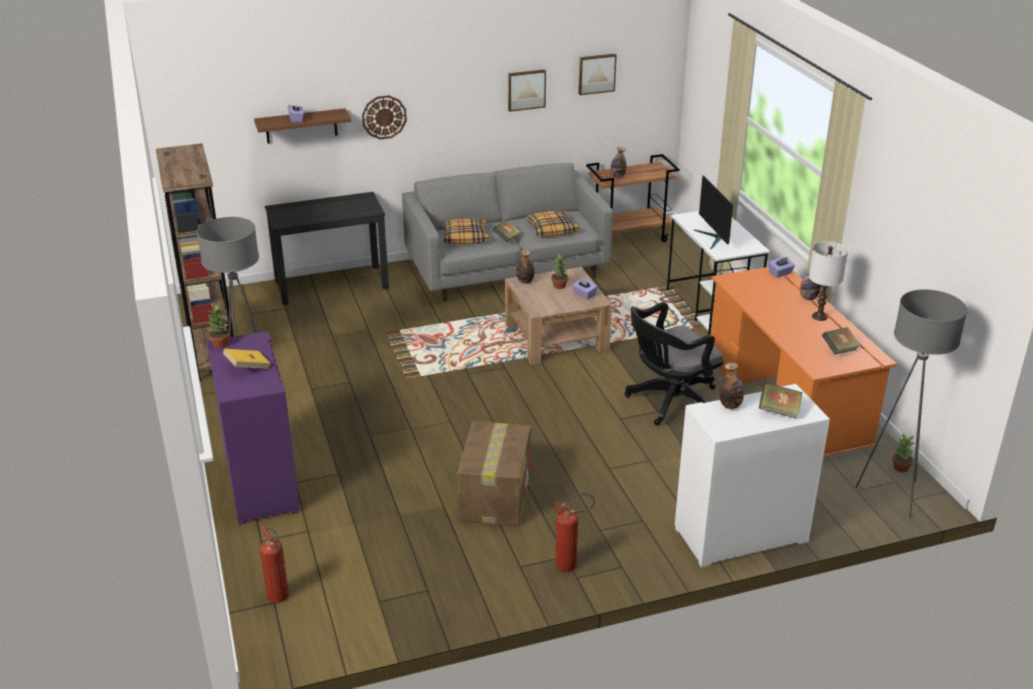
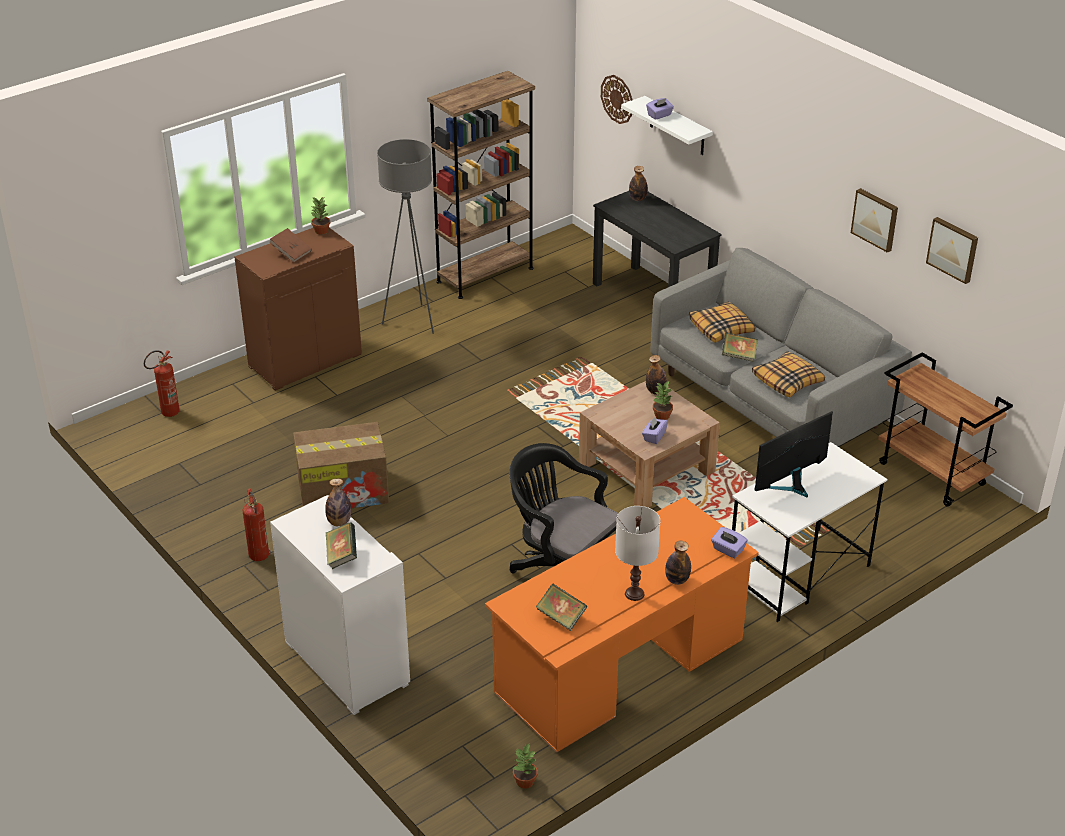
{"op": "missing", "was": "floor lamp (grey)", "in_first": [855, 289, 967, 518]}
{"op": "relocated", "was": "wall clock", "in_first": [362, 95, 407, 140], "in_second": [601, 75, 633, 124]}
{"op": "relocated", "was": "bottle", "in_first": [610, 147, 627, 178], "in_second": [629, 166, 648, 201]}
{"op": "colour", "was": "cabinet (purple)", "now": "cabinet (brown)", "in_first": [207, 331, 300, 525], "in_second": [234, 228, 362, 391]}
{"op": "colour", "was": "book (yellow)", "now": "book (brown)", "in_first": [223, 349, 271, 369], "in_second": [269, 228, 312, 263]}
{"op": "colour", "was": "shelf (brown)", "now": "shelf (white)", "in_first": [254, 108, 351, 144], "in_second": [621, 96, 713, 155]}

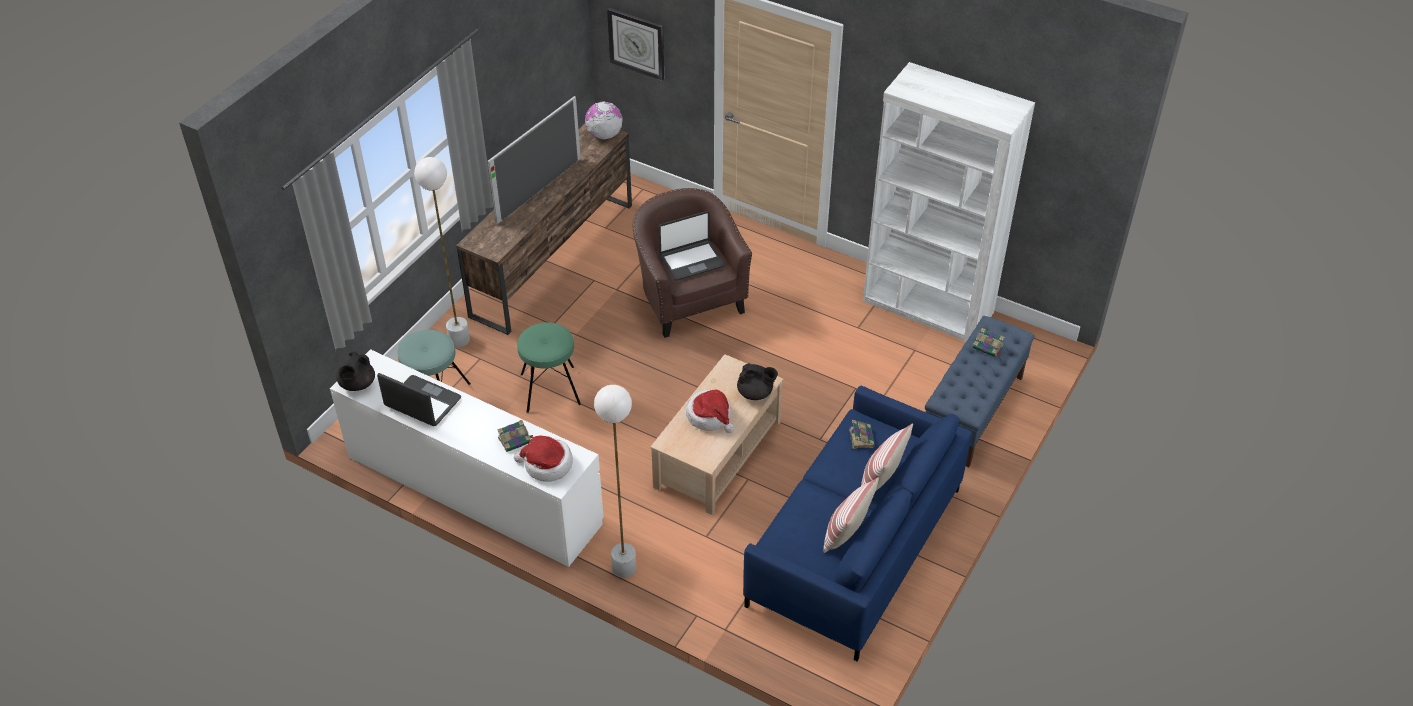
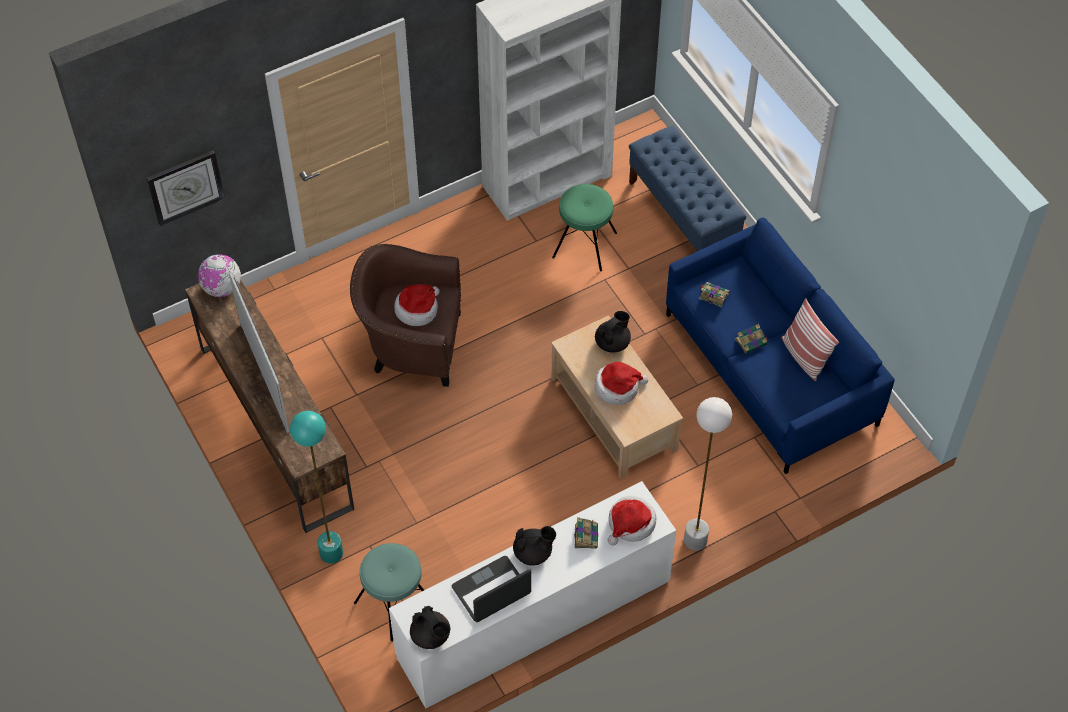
{"op": "missing", "was": "pillow", "in_first": [861, 423, 913, 490]}
{"op": "appeared", "now": "teapot (black)", "in_second": [513, 526, 556, 566]}
{"op": "relocated", "was": "stool (green)", "in_first": [517, 322, 581, 413], "in_second": [552, 184, 617, 271]}
{"op": "relocated", "was": "book", "in_first": [973, 328, 1004, 357], "in_second": [735, 324, 769, 354]}
{"op": "exchanged", "was": "laptop", "now": "hat", "in_first": [659, 211, 725, 281], "in_second": [394, 284, 439, 326]}
{"op": "colour", "was": "floor lamp (white)", "now": "floor lamp (turquoise)", "in_first": [414, 157, 470, 347], "in_second": [290, 411, 343, 564]}

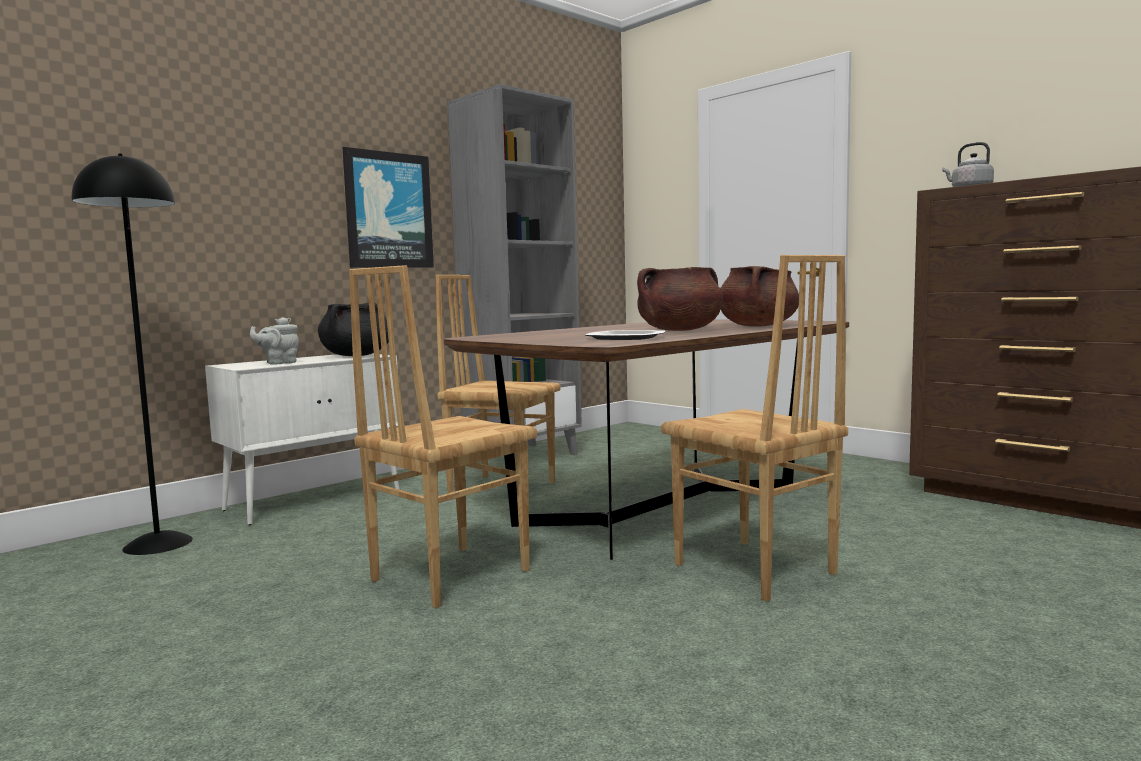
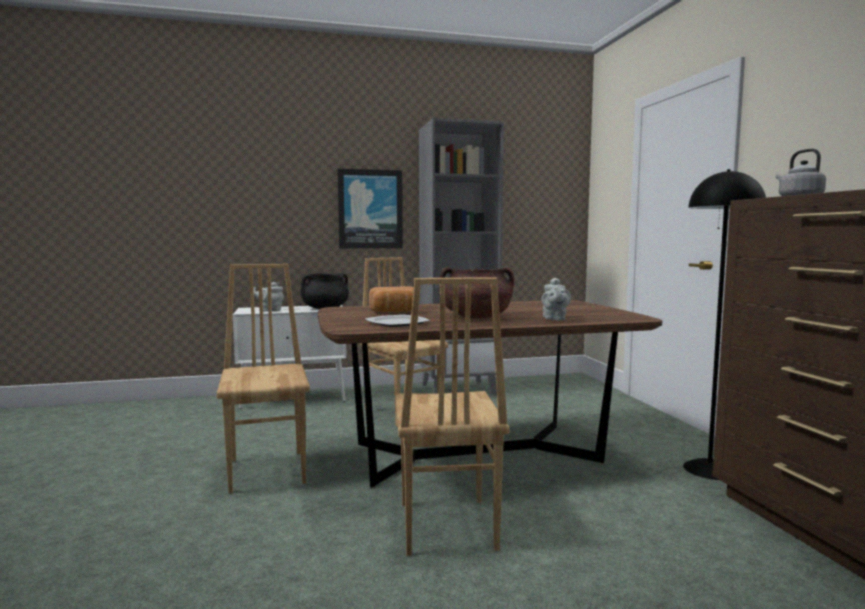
{"op": "appeared", "now": "bread", "in_second": [369, 286, 414, 312]}
{"op": "relocated", "was": "floor lamp (black)", "in_first": [72, 154, 193, 555], "in_second": [683, 169, 766, 480]}
{"op": "exchanged", "was": "cooking pot (brown)", "now": "teapot (grey)", "in_first": [720, 266, 799, 327], "in_second": [541, 278, 571, 321]}
{"op": "spun", "was": "chair (brown)", "in_first": [349, 265, 537, 608], "in_second": [217, 264, 310, 493], "clockwise": 90}

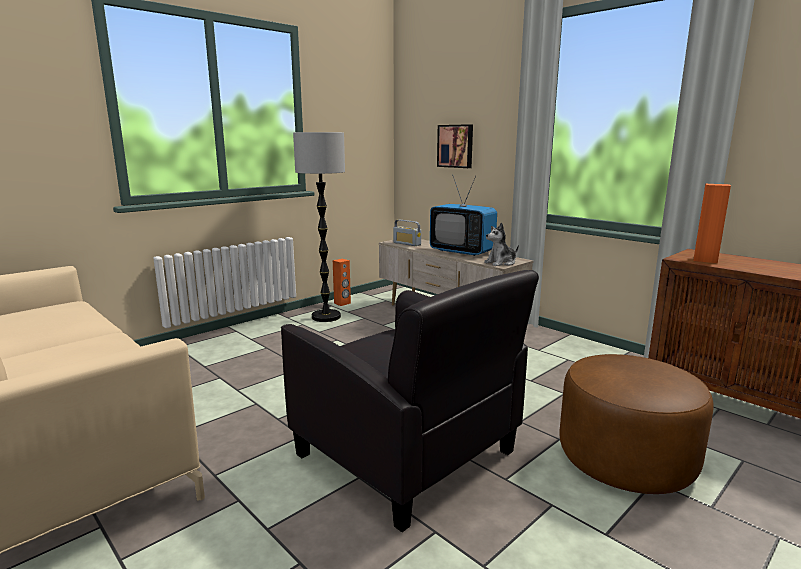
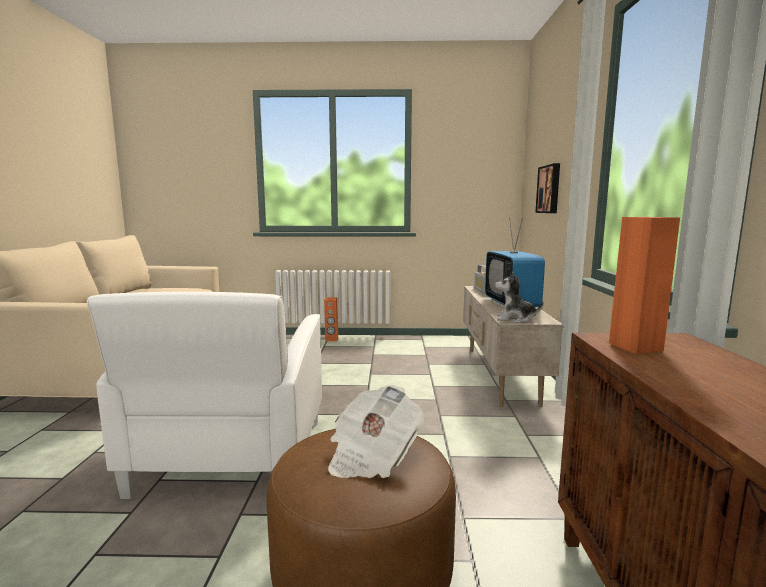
{"op": "missing", "was": "floor lamp", "in_first": [293, 132, 345, 322]}
{"op": "appeared", "now": "newspaper", "in_second": [328, 385, 424, 478]}
{"op": "relocated", "was": "speaker (orange)", "in_first": [333, 259, 351, 306], "in_second": [324, 298, 338, 341]}
{"op": "colour", "was": "armchair (black)", "now": "armchair (white)", "in_first": [281, 270, 539, 532], "in_second": [87, 292, 322, 499]}

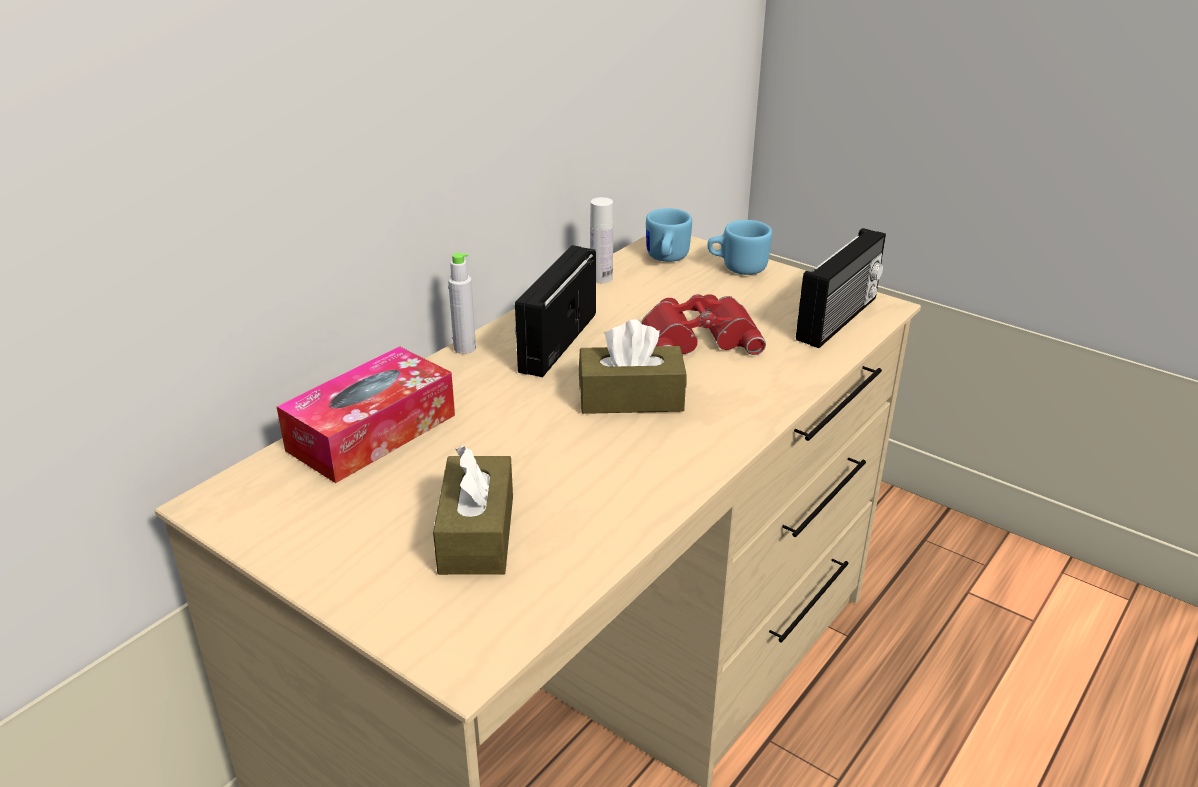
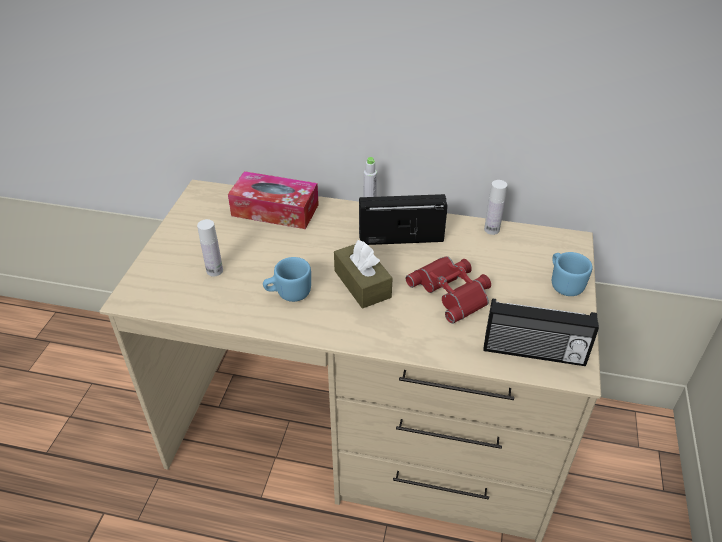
{"op": "relocated", "was": "mug (blue)", "in_first": [646, 208, 692, 262], "in_second": [263, 257, 311, 302]}
{"op": "exchanged", "was": "tissue box (brown)", "now": "bottle (white)", "in_first": [433, 446, 513, 575], "in_second": [197, 219, 223, 277]}

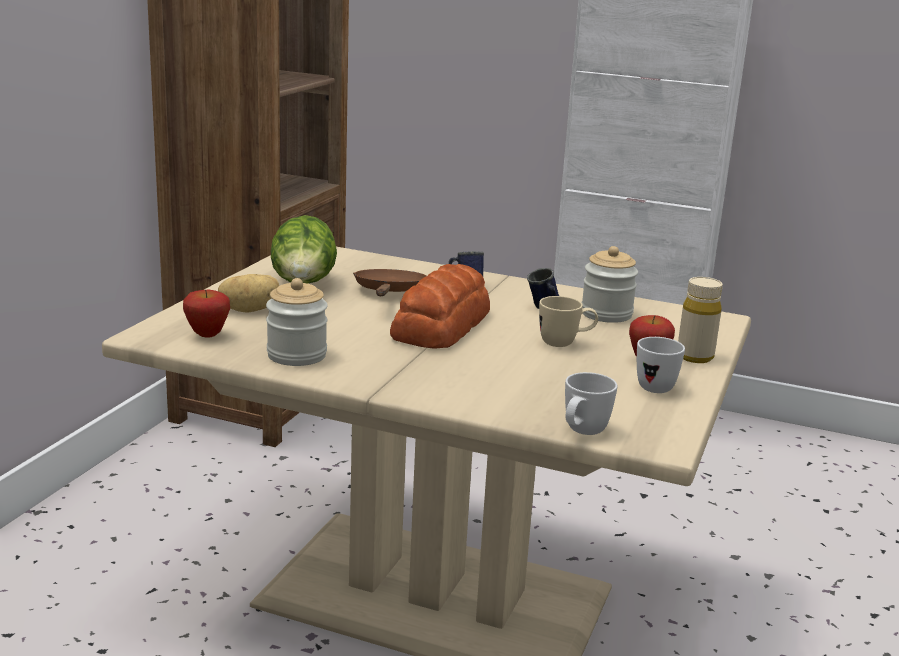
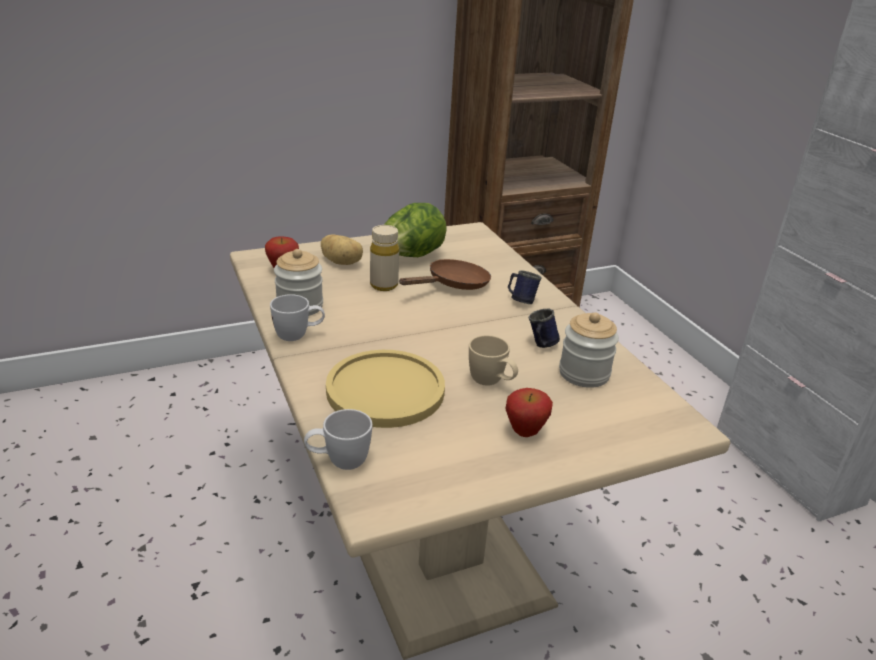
{"op": "missing", "was": "bread", "in_first": [390, 264, 490, 349]}
{"op": "appeared", "now": "plate (yellow)", "in_second": [326, 350, 445, 428]}
{"op": "relocated", "was": "mug (white)", "in_first": [637, 337, 685, 393], "in_second": [270, 294, 325, 341]}
{"op": "relocated", "was": "bottle (beige)", "in_first": [678, 277, 723, 363], "in_second": [370, 225, 399, 291]}

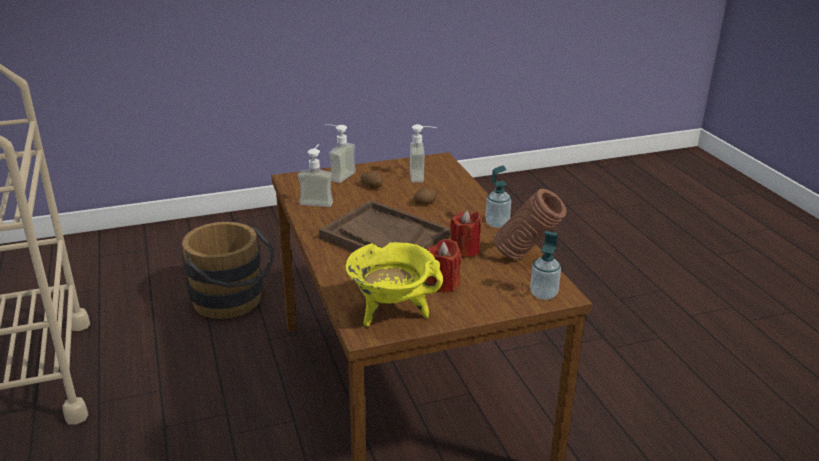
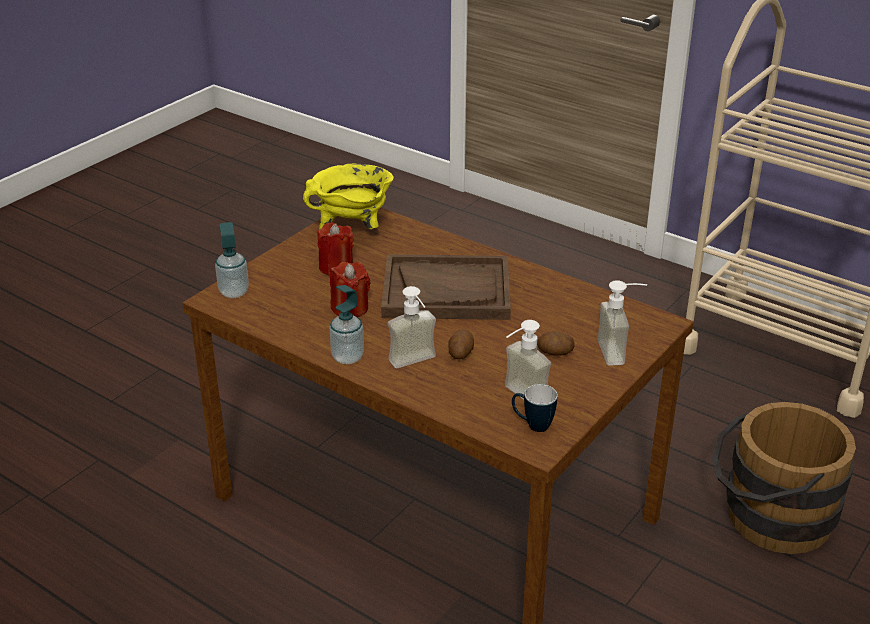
{"op": "missing", "was": "vase (brown)", "in_first": [494, 189, 567, 260]}
{"op": "appeared", "now": "mug", "in_second": [512, 384, 558, 432]}
{"op": "relocated", "was": "soap dispenser", "in_first": [298, 144, 333, 207], "in_second": [388, 286, 436, 368]}

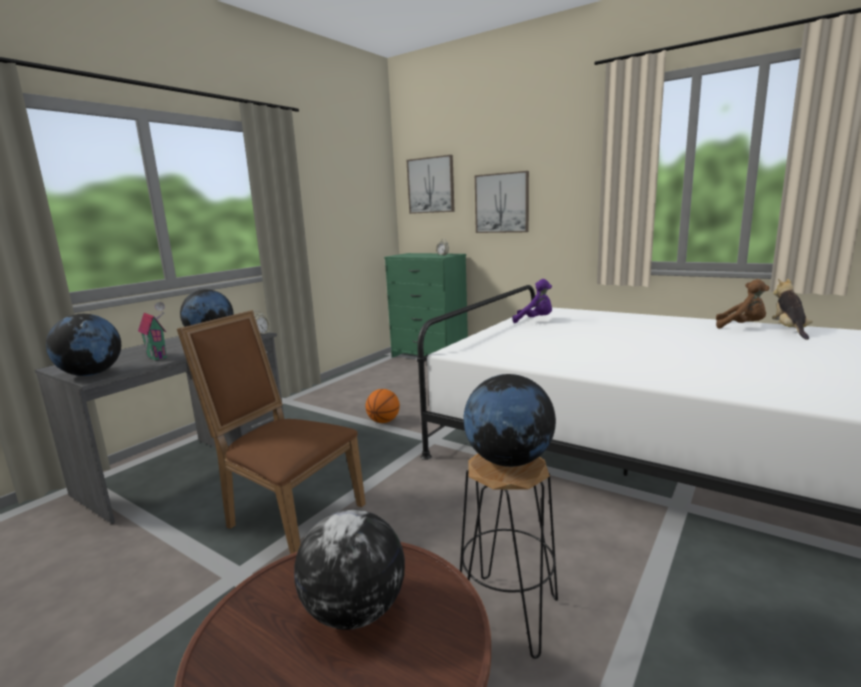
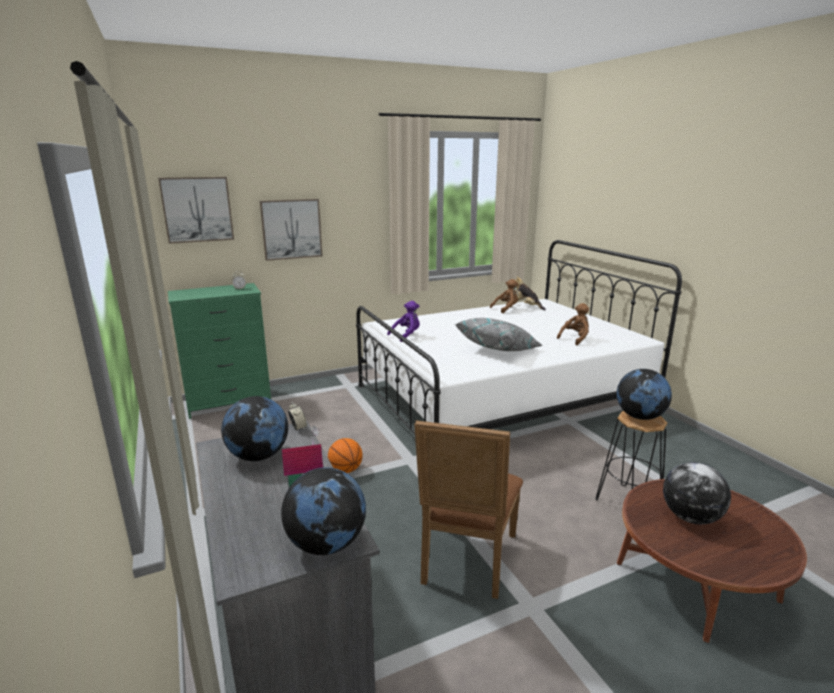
{"op": "appeared", "now": "pillow (grey)", "in_second": [455, 318, 543, 351]}
{"op": "appeared", "now": "plush toy (brown)", "in_second": [557, 303, 589, 345]}
{"op": "spun", "was": "chair (brown)", "in_first": [177, 310, 366, 554], "in_second": [414, 420, 523, 599], "clockwise": -45}

